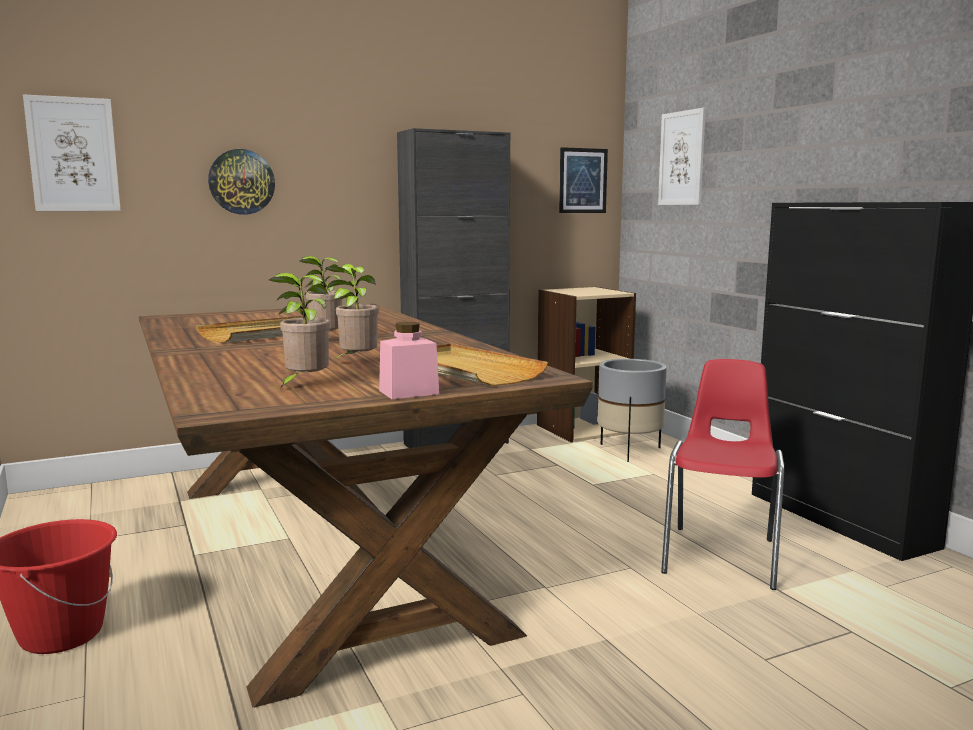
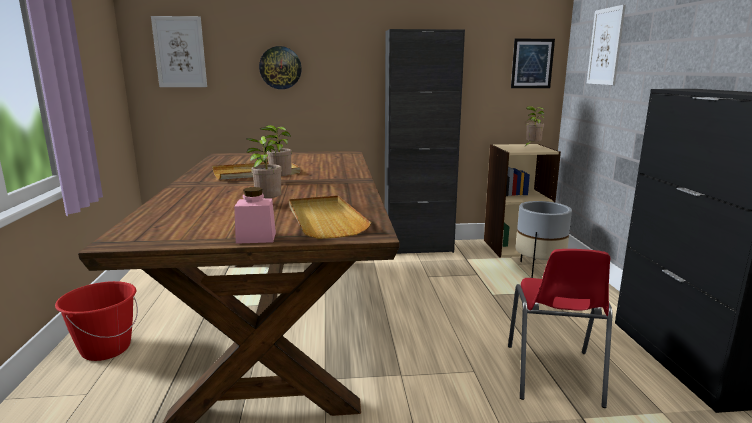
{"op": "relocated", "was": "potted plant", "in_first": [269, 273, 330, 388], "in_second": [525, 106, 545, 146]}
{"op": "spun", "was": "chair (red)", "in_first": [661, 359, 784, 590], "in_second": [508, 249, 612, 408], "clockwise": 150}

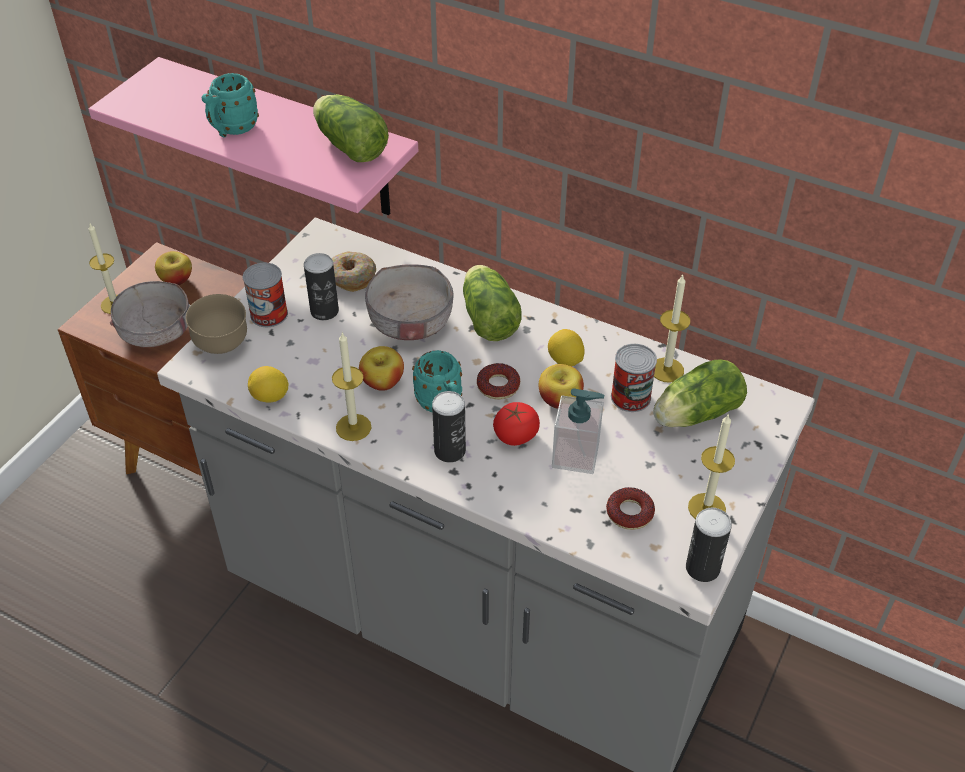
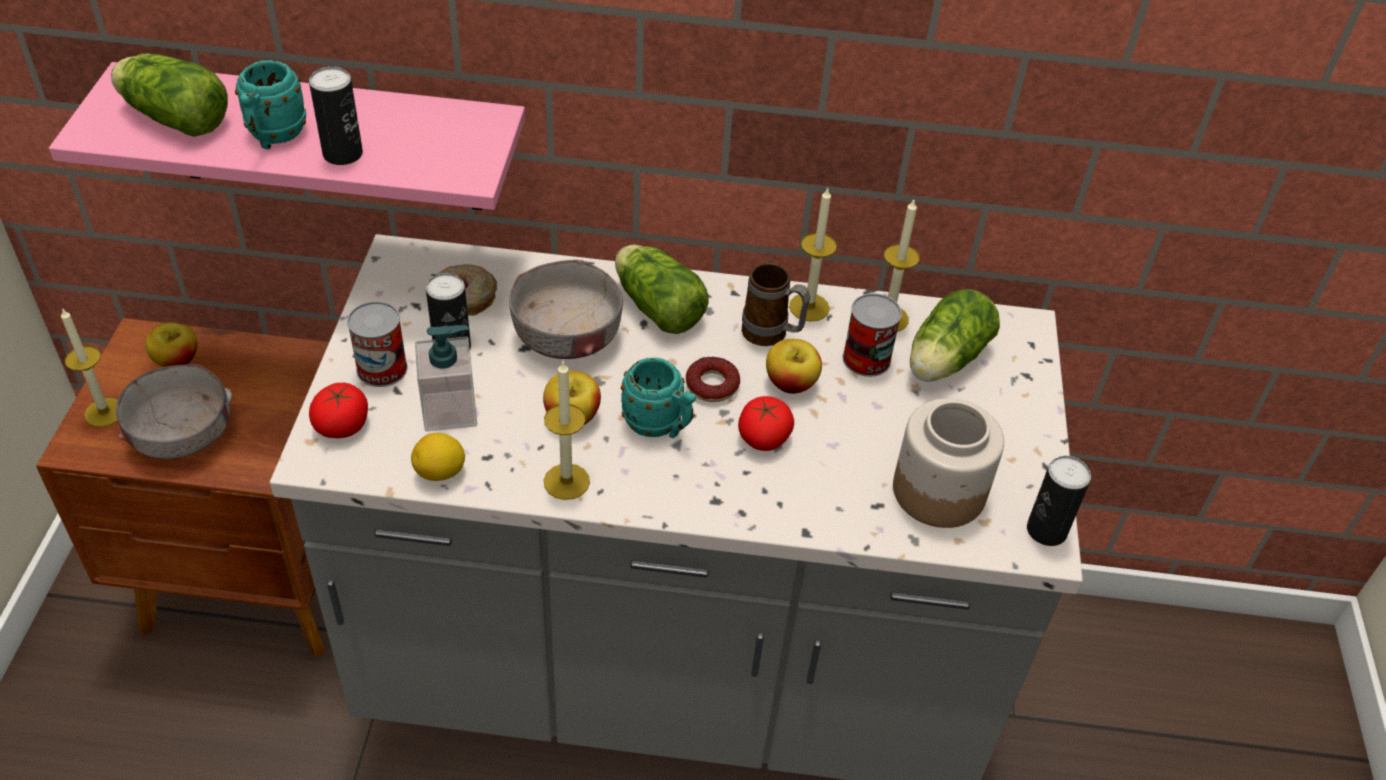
{"op": "relocated", "was": "lettuce", "in_first": [313, 94, 389, 162], "in_second": [111, 54, 228, 137]}
{"op": "relocated", "was": "can", "in_first": [432, 391, 466, 462], "in_second": [309, 66, 363, 165]}
{"op": "relocated", "was": "soap dispenser", "in_first": [552, 388, 604, 474], "in_second": [415, 325, 477, 432]}
{"op": "relocated", "was": "candle", "in_first": [688, 413, 735, 519], "in_second": [789, 187, 837, 322]}
{"op": "exchanged", "was": "bowl (brown)", "now": "tomato", "in_first": [186, 294, 247, 354], "in_second": [309, 383, 368, 438]}
{"op": "exchanged", "was": "lemon", "now": "mug", "in_first": [548, 329, 585, 366], "in_second": [742, 263, 810, 346]}
{"op": "exchanged", "was": "donut", "now": "jar", "in_first": [606, 487, 655, 530], "in_second": [893, 398, 1004, 528]}

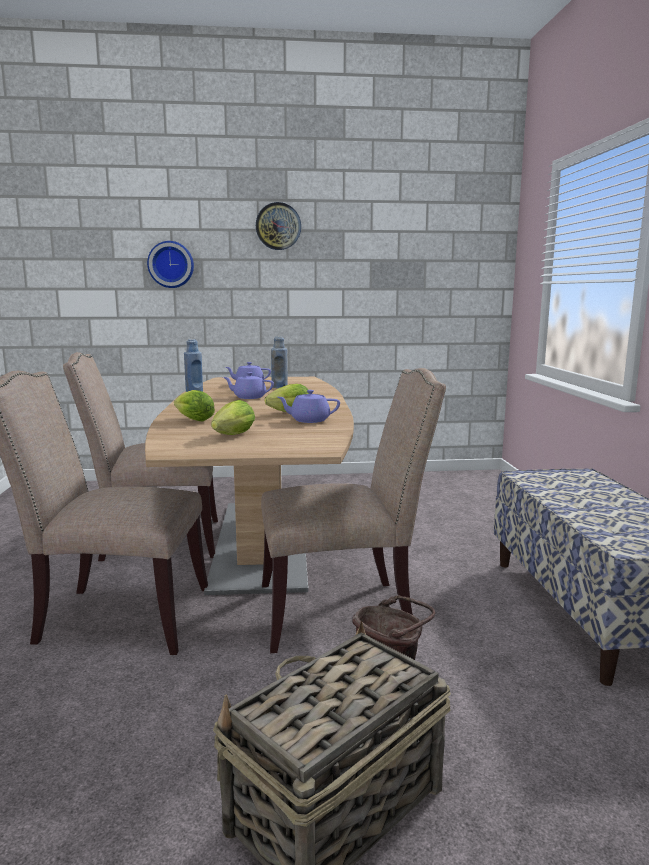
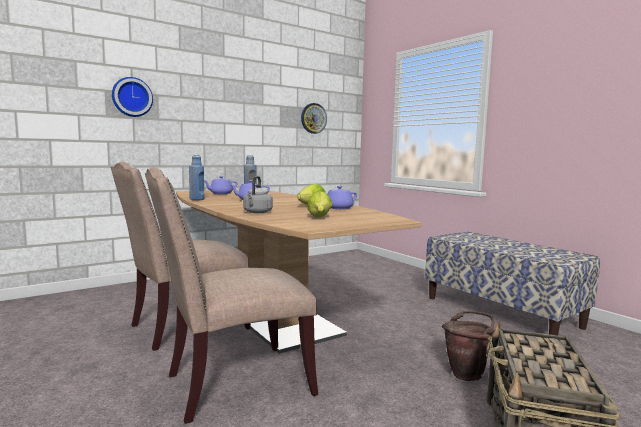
{"op": "missing", "was": "chair (beige)", "in_first": [261, 368, 446, 653]}
{"op": "relocated", "was": "wall clock", "in_first": [256, 202, 301, 250], "in_second": [301, 103, 327, 134]}
{"op": "exchanged", "was": "lettuce", "now": "kettle (grey)", "in_first": [174, 390, 215, 421], "in_second": [243, 176, 273, 213]}

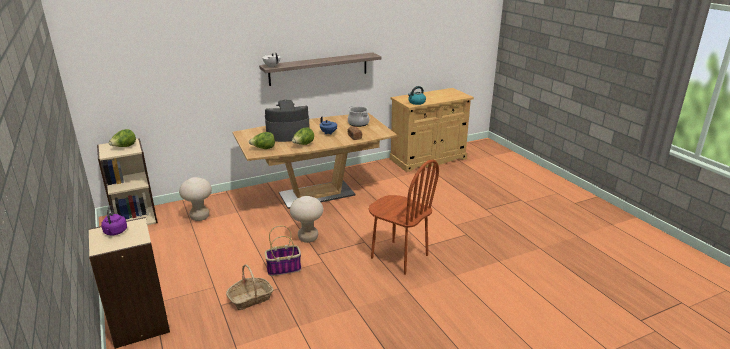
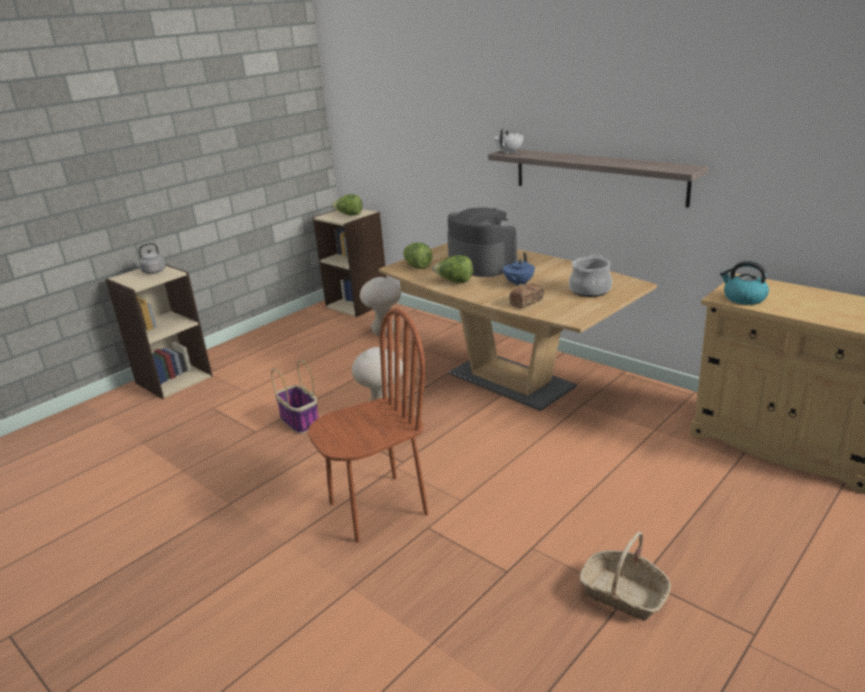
{"op": "relocated", "was": "basket", "in_first": [226, 264, 274, 310], "in_second": [580, 532, 671, 621]}
{"op": "colour", "was": "kettle (purple)", "now": "kettle (grey)", "in_first": [101, 206, 127, 235], "in_second": [131, 243, 166, 274]}
{"op": "spun", "was": "chair (brown)", "in_first": [369, 160, 439, 275], "in_second": [307, 308, 428, 543], "clockwise": -135}

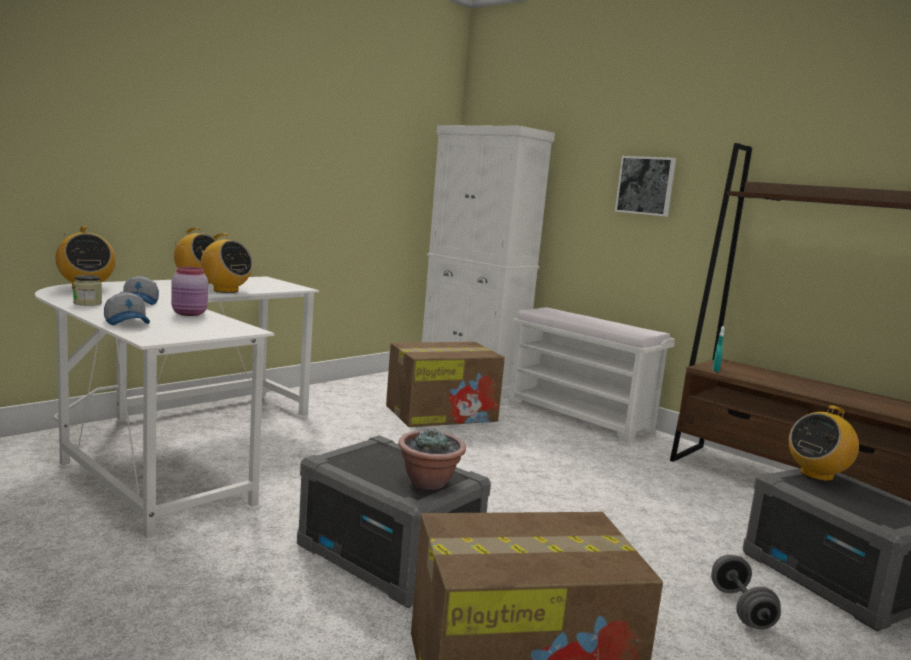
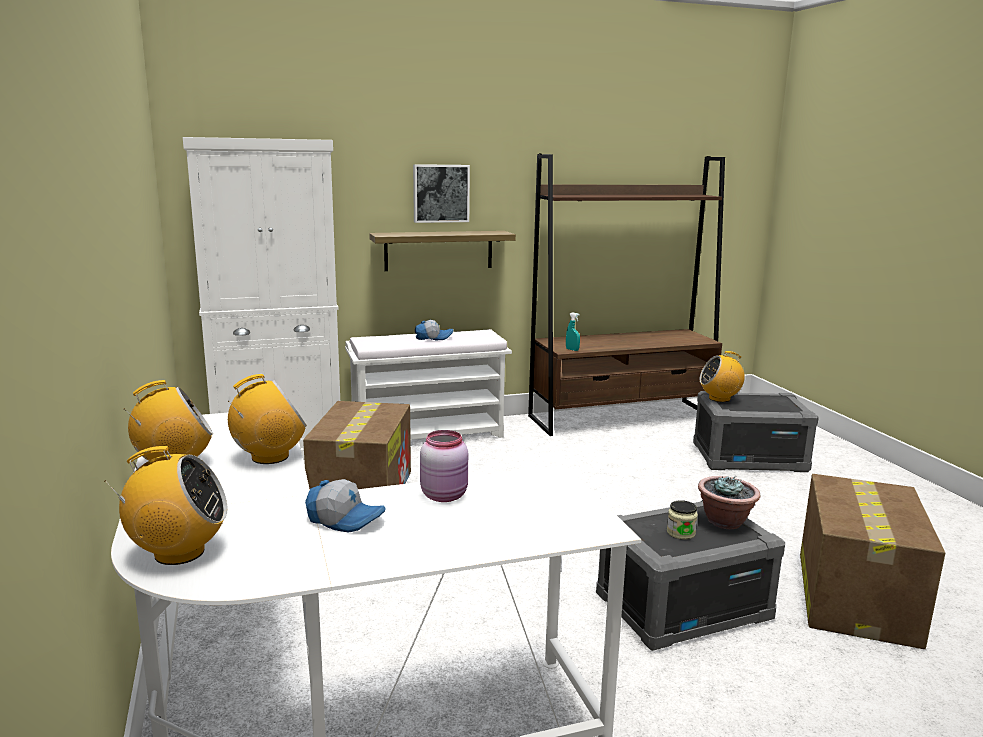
{"op": "missing", "was": "dumbbell (grey)", "in_first": [711, 555, 781, 630]}
{"op": "appeared", "now": "shelf", "in_second": [369, 231, 516, 271]}
{"op": "relocated", "was": "jar", "in_first": [73, 275, 102, 306], "in_second": [667, 500, 698, 540]}
{"op": "relocated", "was": "cap", "in_first": [104, 292, 150, 325], "in_second": [415, 320, 453, 341]}
{"op": "spun", "was": "radio", "in_first": [789, 405, 859, 481], "in_second": [699, 351, 745, 402], "clockwise": 90}

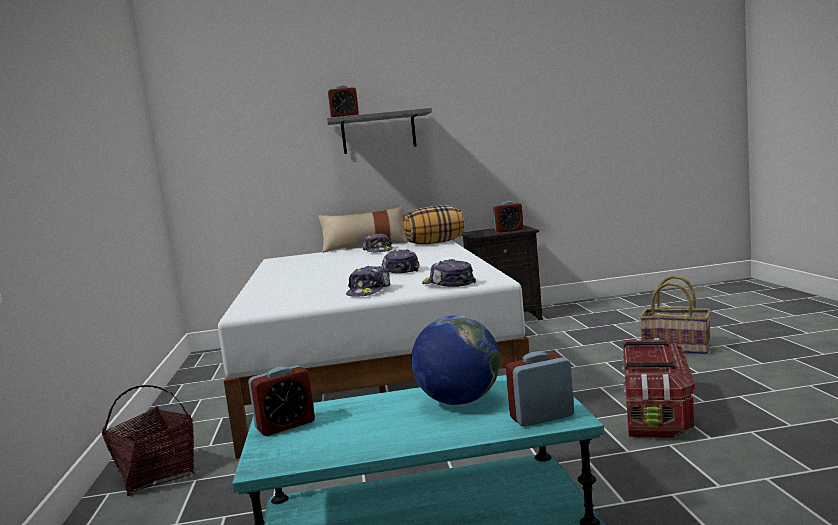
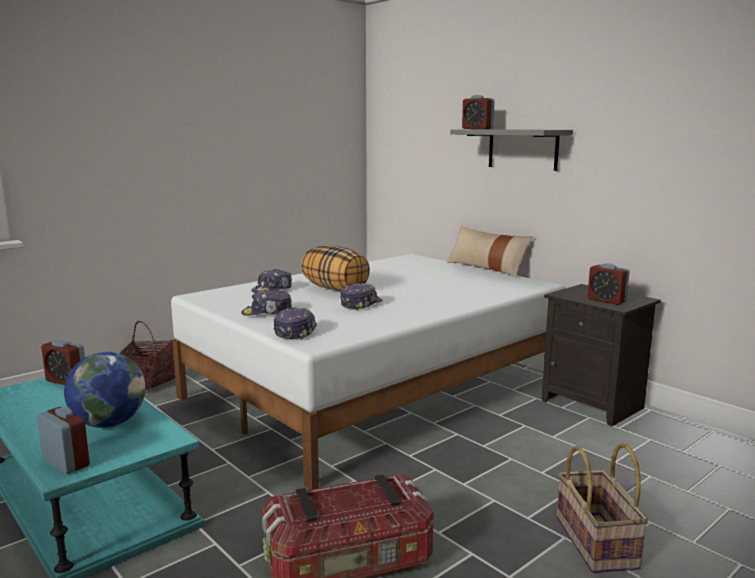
{"op": "relocated", "was": "cap", "in_first": [362, 233, 393, 253], "in_second": [251, 269, 292, 293]}
{"op": "relocated", "was": "pillow", "in_first": [404, 205, 464, 244], "in_second": [301, 245, 370, 291]}

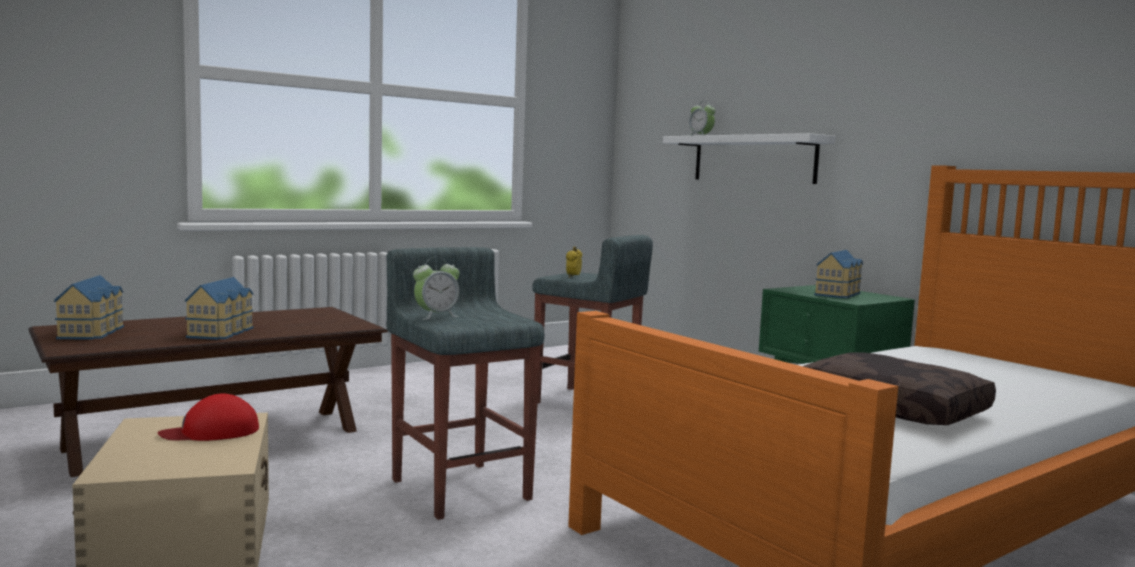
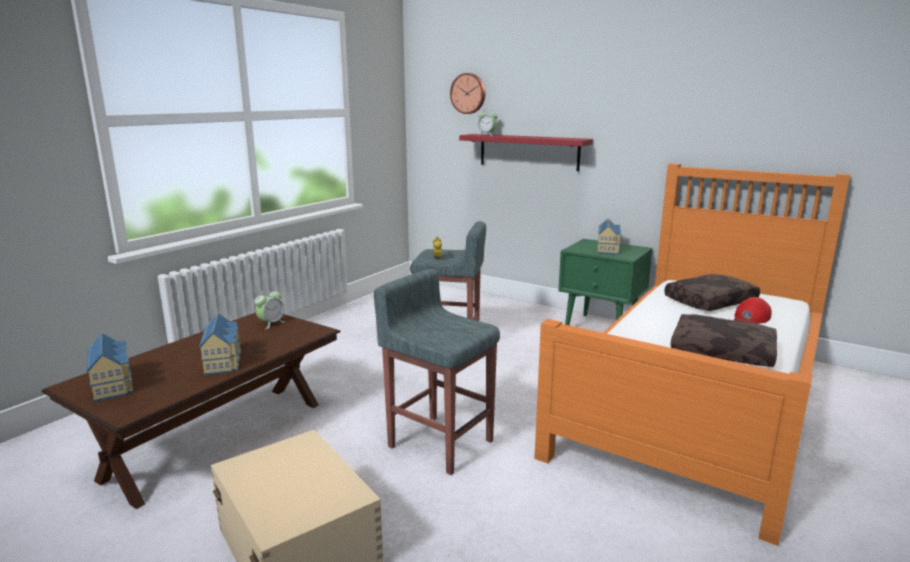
{"op": "appeared", "now": "wall clock", "in_second": [450, 73, 485, 114]}
{"op": "appeared", "now": "pillow (brown)", "in_second": [664, 274, 760, 311]}
{"op": "relocated", "was": "cap (red)", "in_first": [158, 394, 259, 441], "in_second": [734, 297, 772, 324]}
{"op": "relocated", "was": "alarm clock", "in_first": [413, 257, 460, 320], "in_second": [255, 288, 286, 329]}
{"op": "colour", "was": "shelf (white)", "now": "shelf (red)", "in_first": [663, 133, 835, 184], "in_second": [459, 134, 593, 171]}

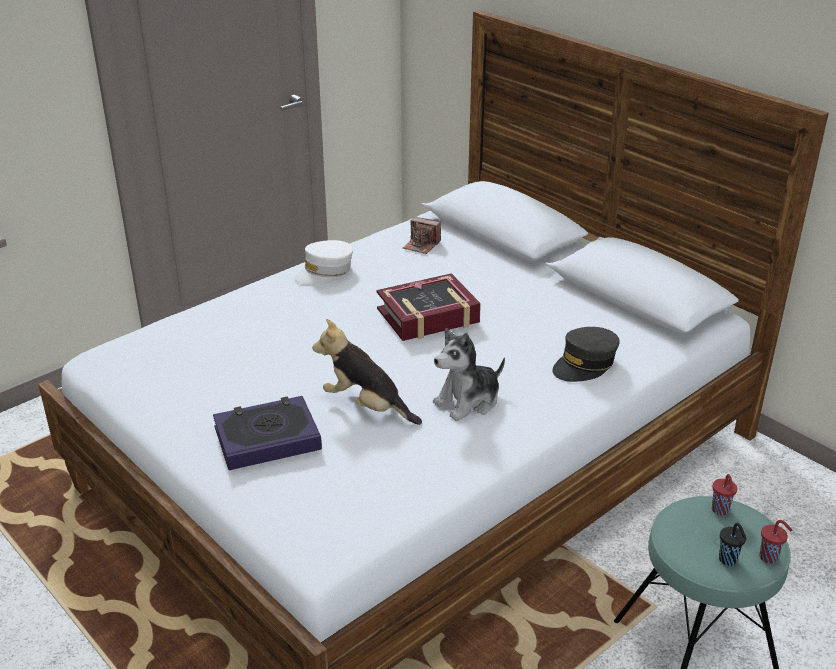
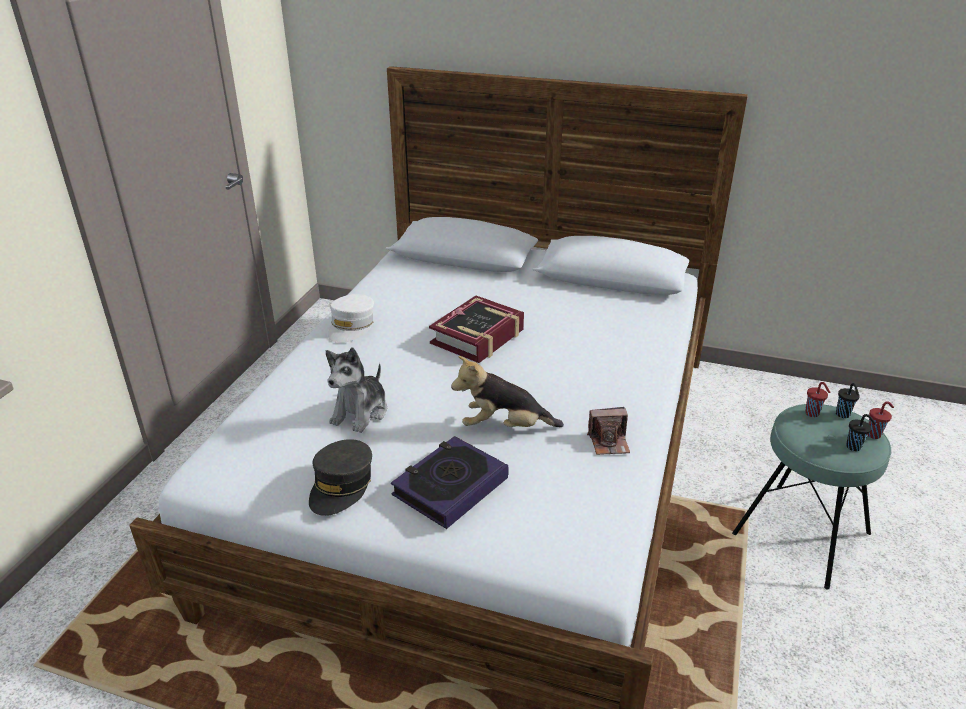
{"op": "appeared", "now": "cup (black)", "in_second": [836, 383, 860, 418]}
{"op": "relocated", "was": "photo camera", "in_first": [403, 217, 441, 254], "in_second": [587, 407, 630, 455]}
{"op": "relocated", "was": "plush toy", "in_first": [433, 328, 505, 421], "in_second": [326, 347, 387, 433]}
{"op": "relocated", "was": "cap (grey)", "in_first": [552, 327, 620, 382], "in_second": [309, 439, 372, 516]}

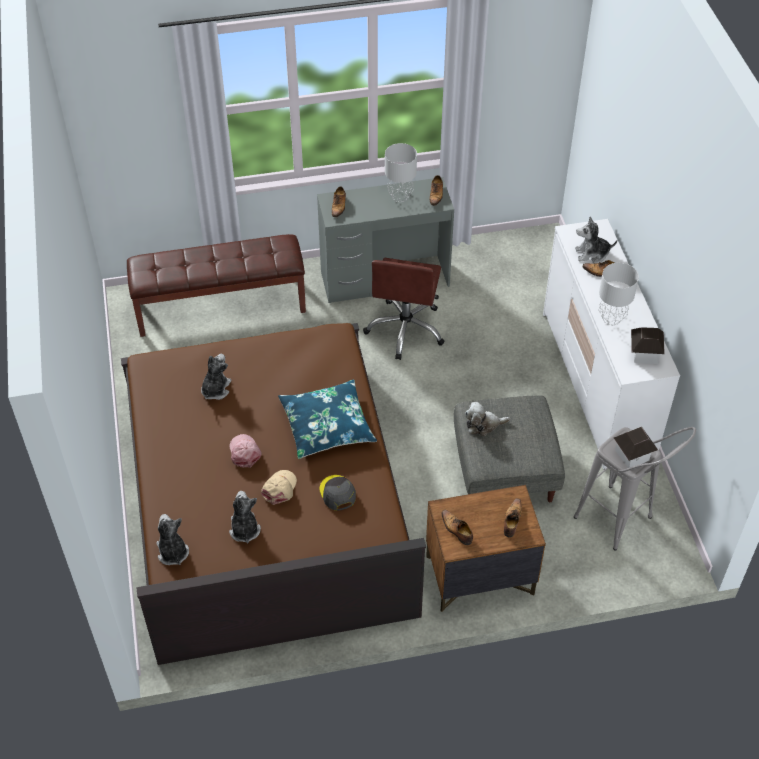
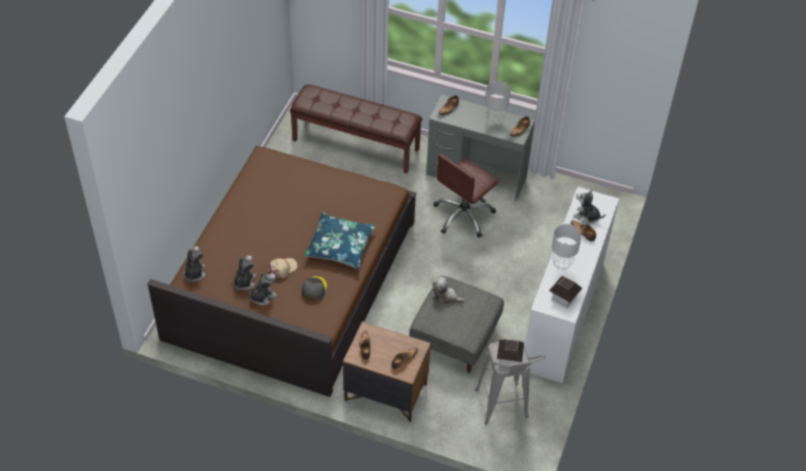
{"op": "missing", "was": "cap (pink)", "in_first": [230, 434, 262, 468]}
{"op": "relocated", "was": "plush toy", "in_first": [201, 354, 231, 400], "in_second": [247, 272, 277, 305]}

